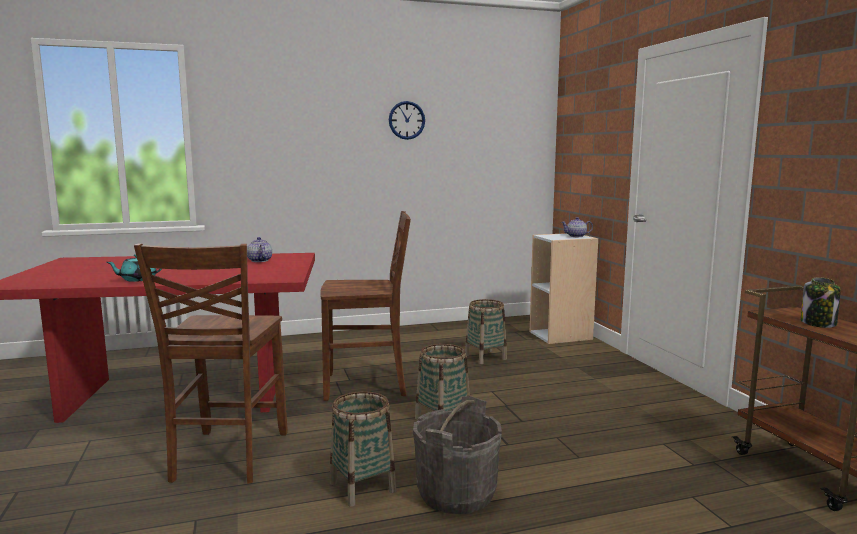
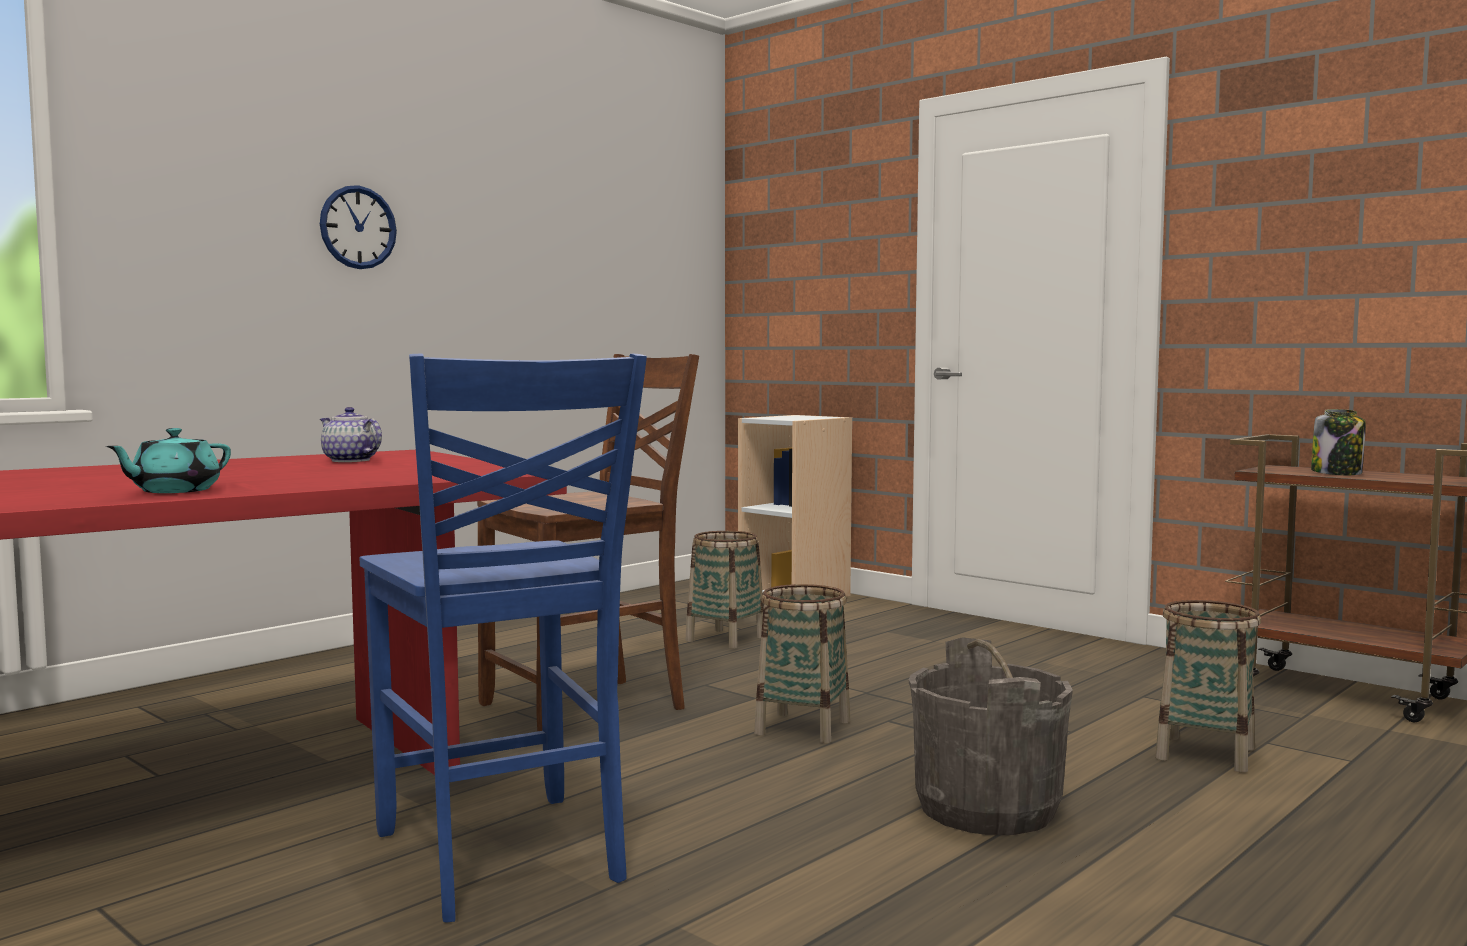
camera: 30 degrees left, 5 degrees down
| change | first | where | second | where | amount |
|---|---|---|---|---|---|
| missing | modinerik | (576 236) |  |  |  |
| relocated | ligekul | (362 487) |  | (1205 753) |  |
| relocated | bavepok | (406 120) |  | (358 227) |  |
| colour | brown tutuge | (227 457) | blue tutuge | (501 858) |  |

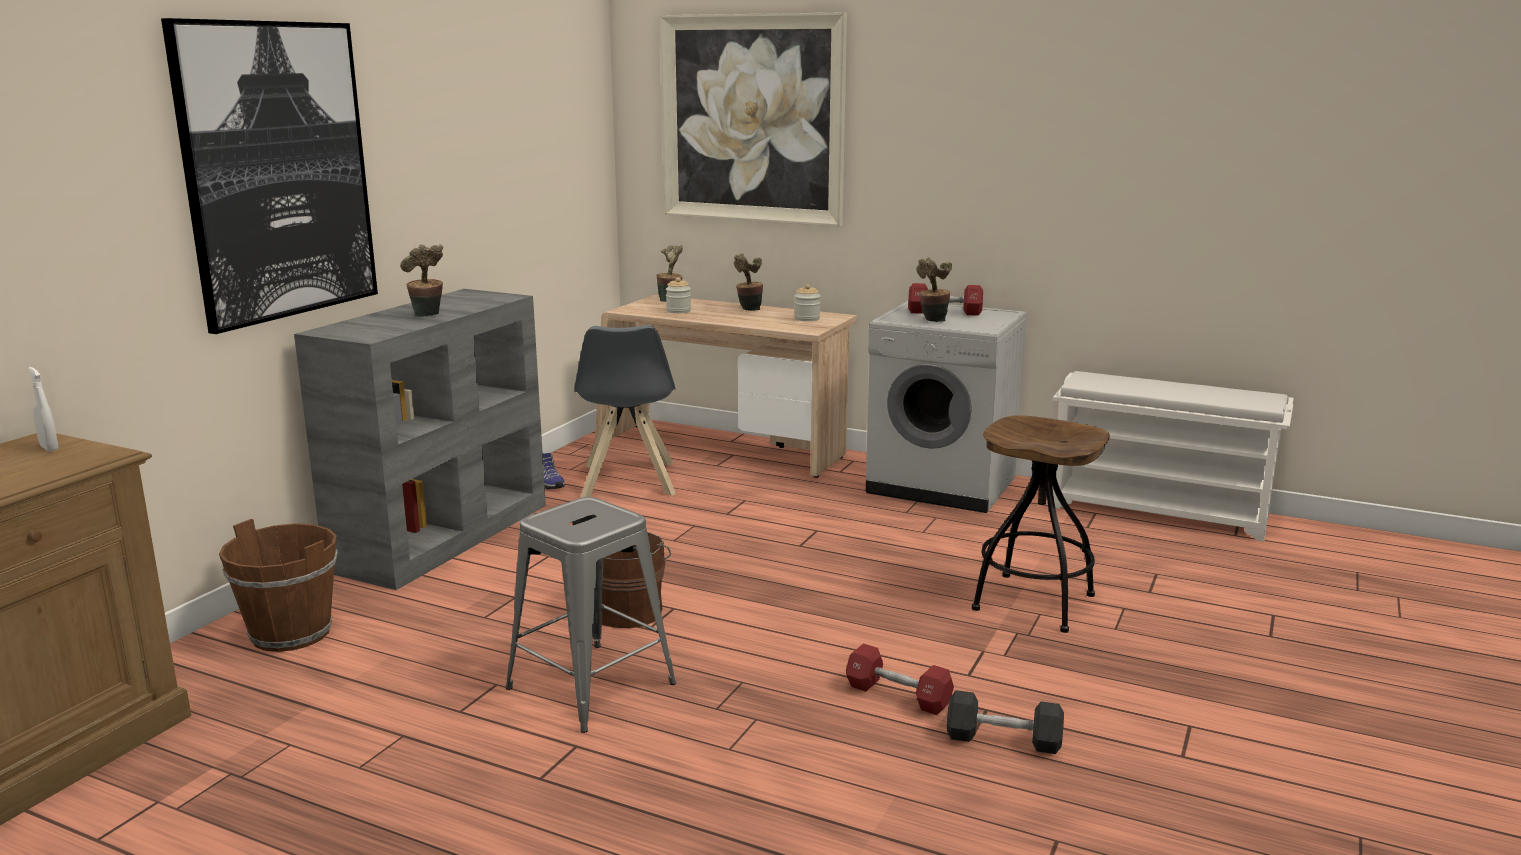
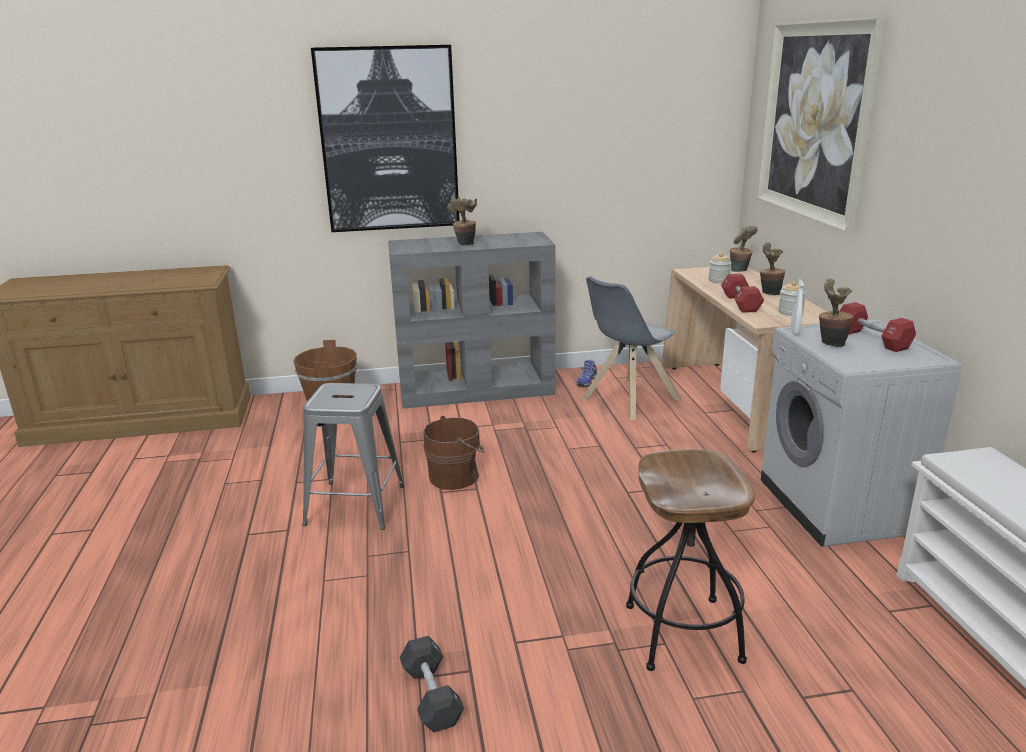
camera: 55 degrees right, 5 degrees up
| change | first | where | second | where | amount |
|---|---|---|---|---|---|
| relocated | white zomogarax | (49 448) |  | (795 331) |  |
| relocated | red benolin | (898 695) |  | (740 303) |  |

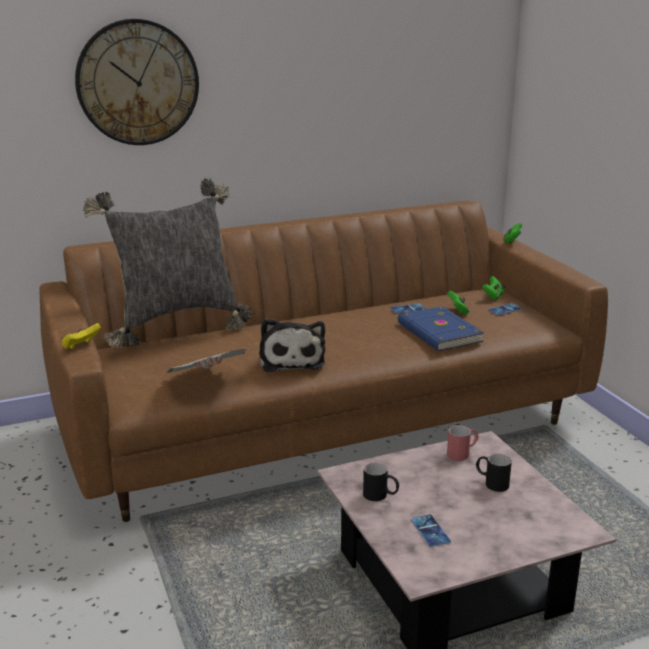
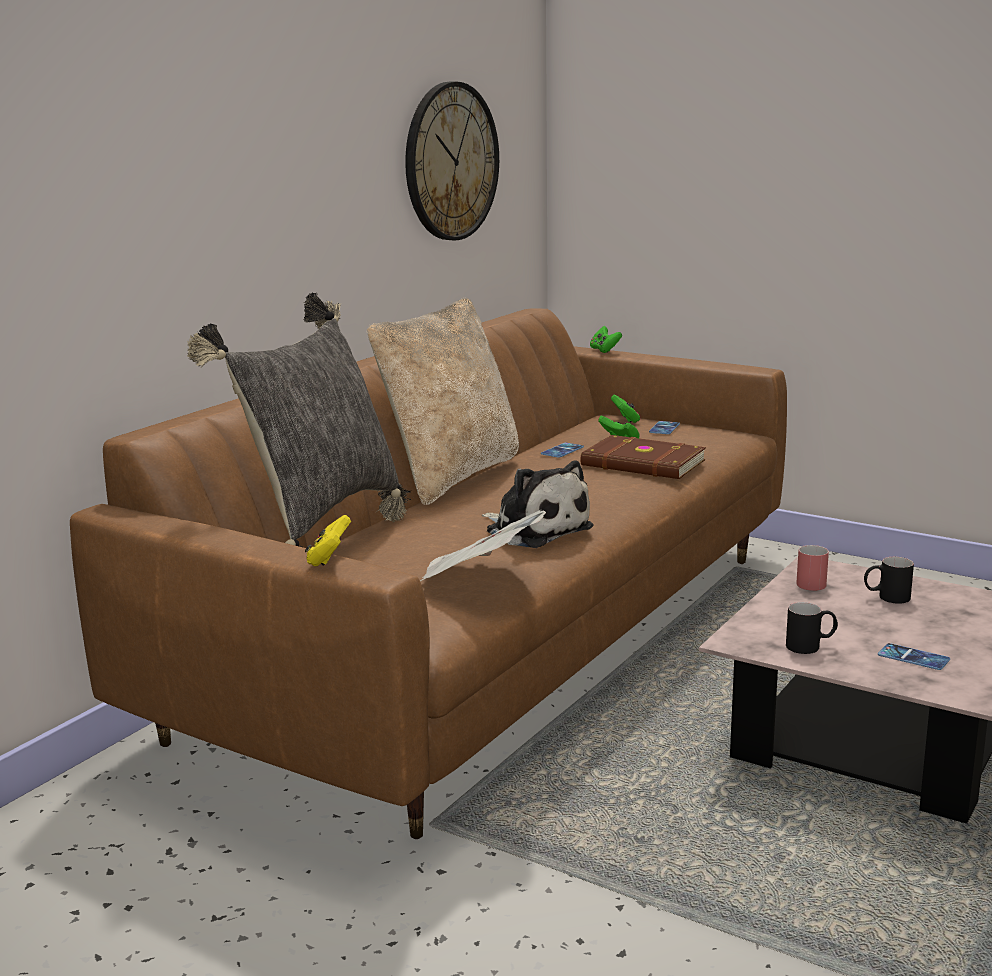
camera: 35 degrees left, 5 degrees down
| change | first | where | second | where | amount |
|---|---|---|---|---|---|
| appeared |  |  | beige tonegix | (453 478) |  |
| relocated | bavepok | (137 83) |  | (451 162) |  |
| colour | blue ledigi | (438 333) | brown ledigi | (643 464) |  |

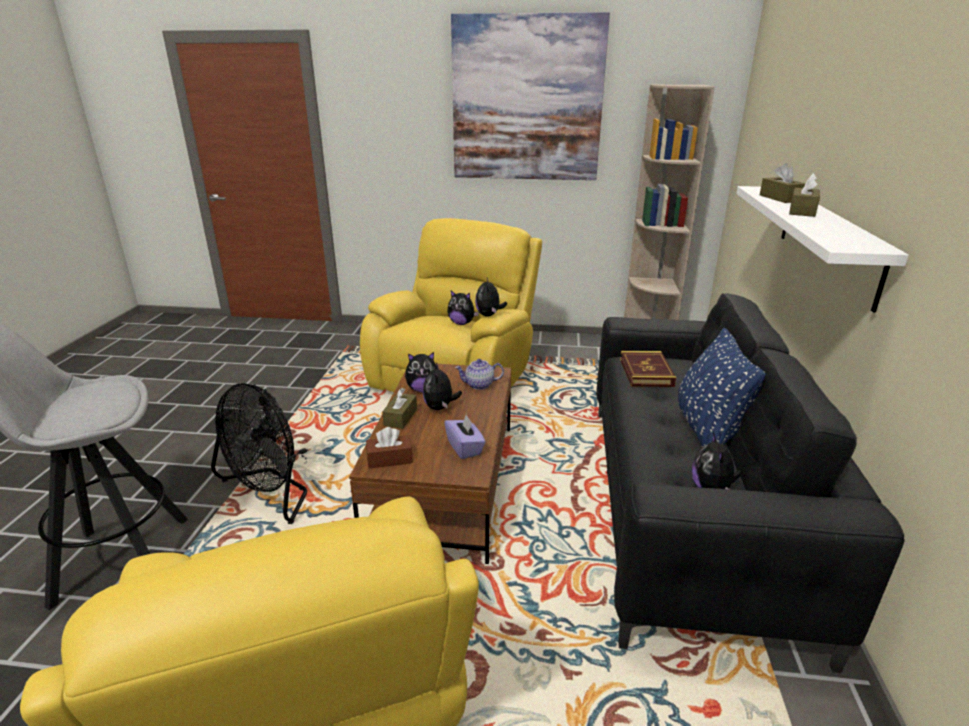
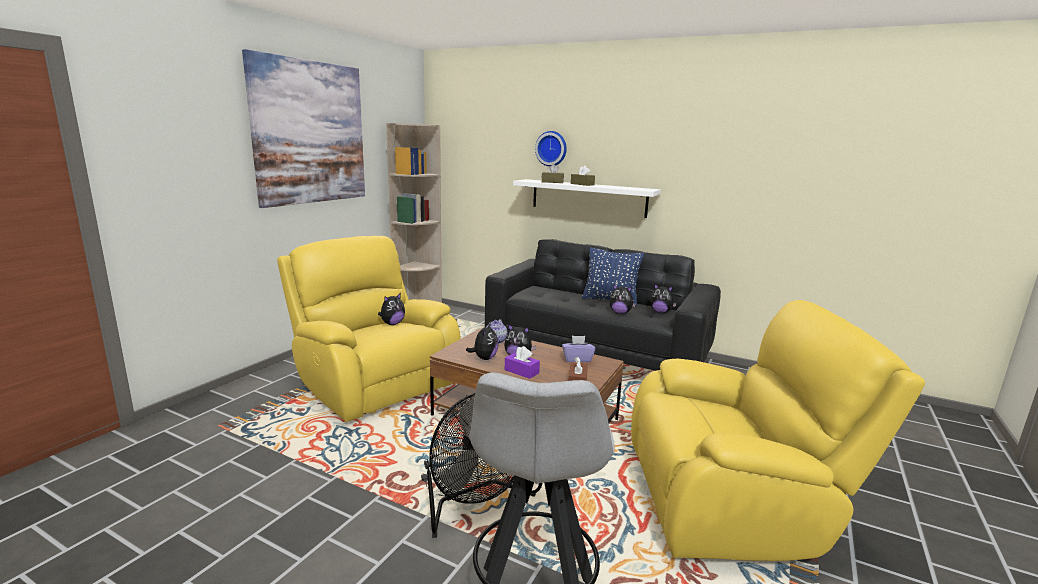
camera: 70 degrees left, 10 degrees down
| change | first | where | second | where | amount |
|---|---|---|---|---|---|
| missing | ledigi | (646 372) |  |  |  |
| appeared |  |  | bavepok | (552 148) |  |
| relocated | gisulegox | (489 315) |  | (620 313) |  |
| colour | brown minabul | (400 417) | purple minabul | (521 371) |  |

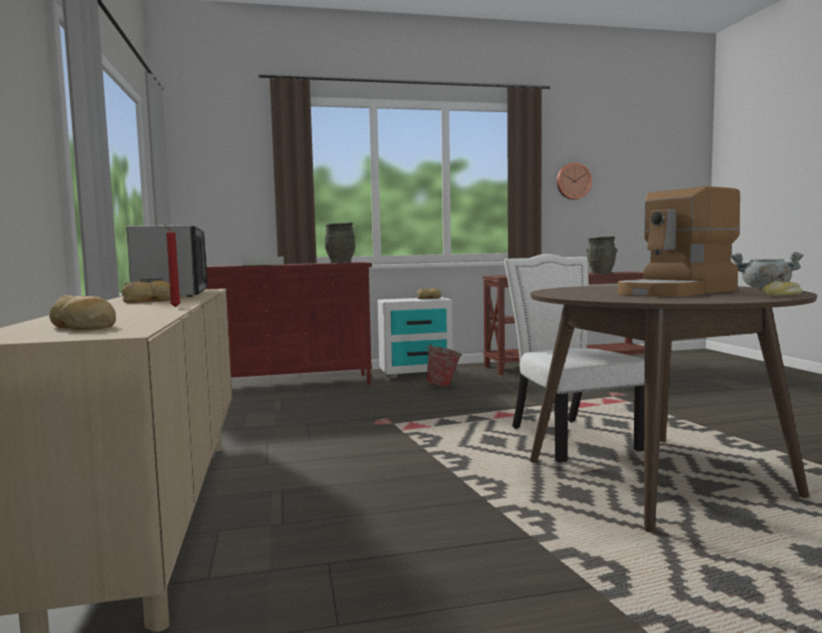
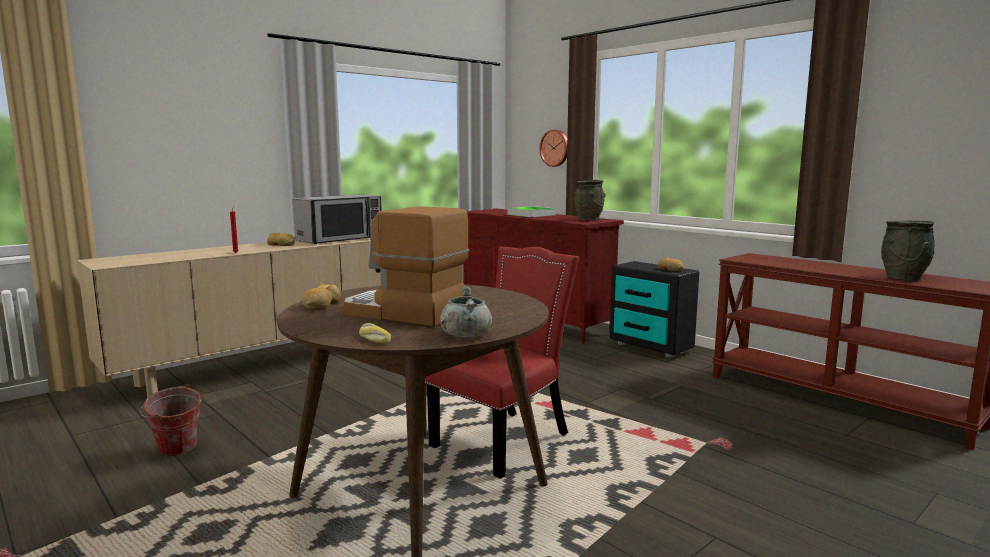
camera: 60 degrees right, 5 degrees up
| change | first | where | second | where | amount |
|---|---|---|---|---|---|
| relocated | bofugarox | (83 327) |  | (321 305) |  |
| relocated | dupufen | (444 386) |  | (176 452) |  |
| relocated | bavepok | (573 181) |  | (555 148) |  |
| colour | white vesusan | (416 374) | black vesusan | (650 348) |  |
| colour | white tutuge | (572 440) | red tutuge | (501 442) |  |

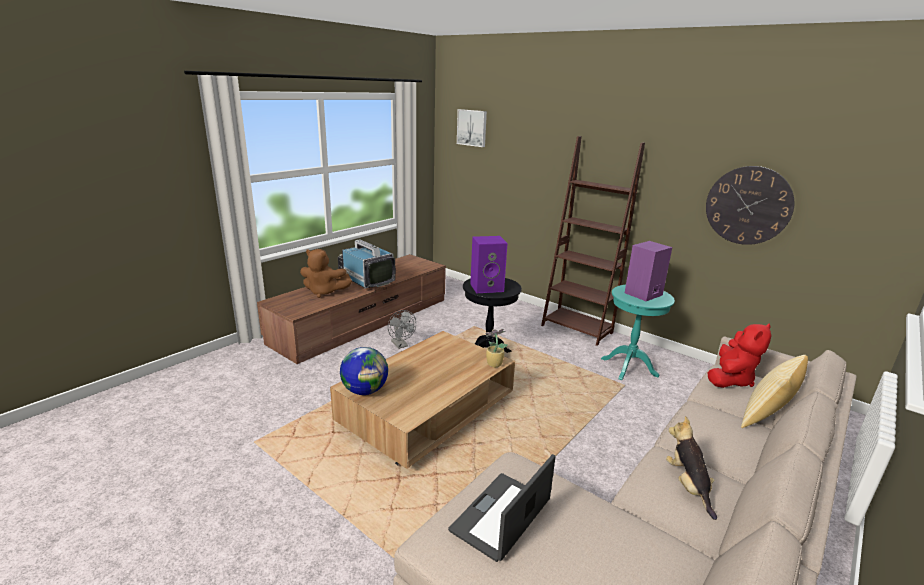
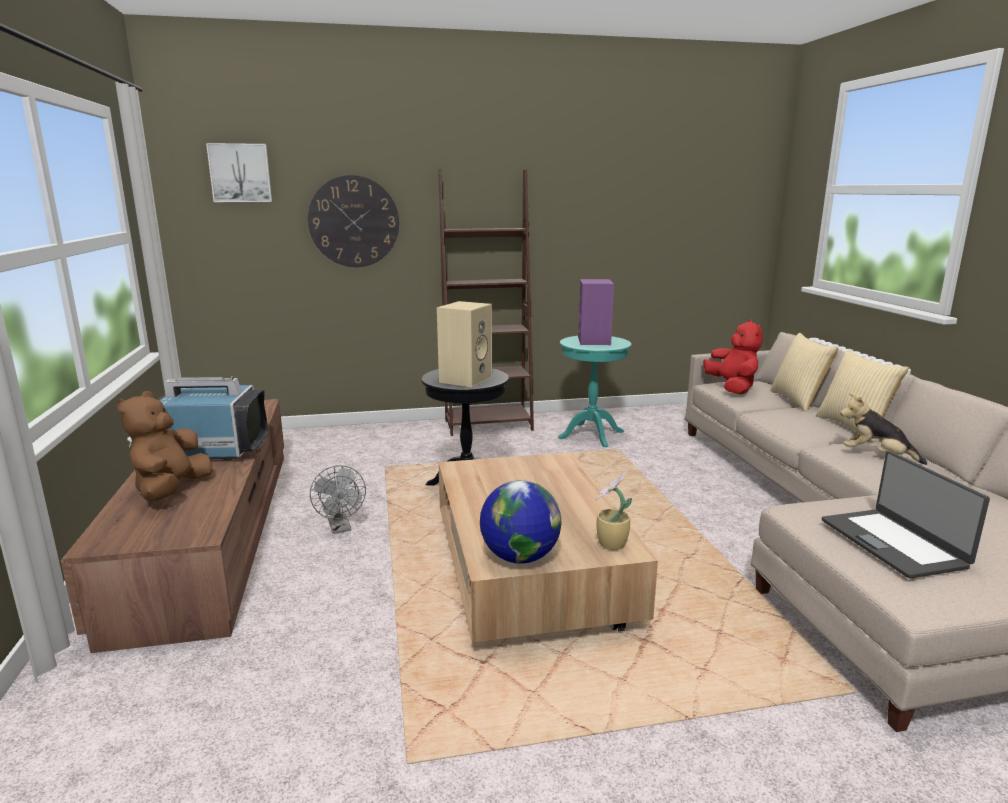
camera: 50 degrees left, 5 degrees down
| change | first | where | second | where | amount |
|---|---|---|---|---|---|
| appeared |  |  | tonegix | (854 427) |  |
| relocated | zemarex | (493 364) |  | (611 544) |  |
| relocated | bavepok | (748 205) |  | (354 221) |  |
| colour | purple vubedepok | (487 287) | beige vubedepok | (465 379) |  |
| spun | brown gisulegox | (324 292) |  | (171 491) | 135 degrees clockwise |
| spun | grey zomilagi | (401 345) |  | (341 528) | 60 degrees clockwise |

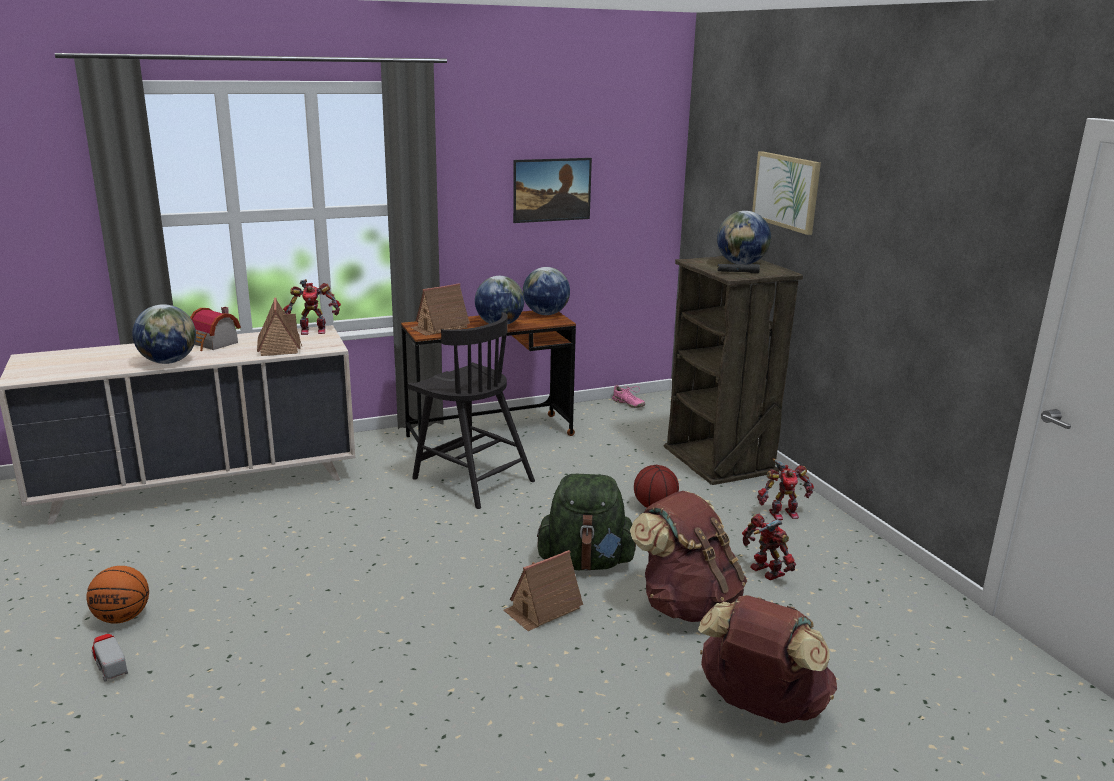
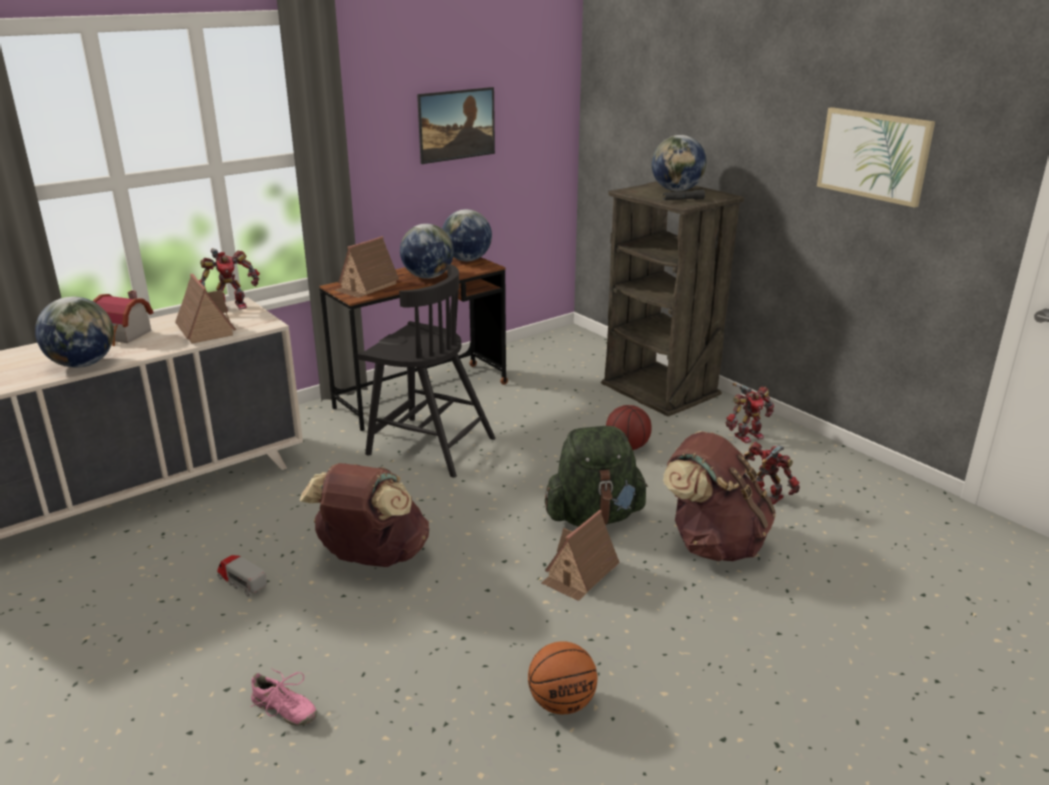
camera: 15 degrees left, 5 degrees up
| change | first | where | second | where | amount |
|---|---|---|---|---|---|
| relocated | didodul | (122 617) |  | (561 703) |  |
| relocated | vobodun | (110 664) |  | (242 582) |  |
| relocated | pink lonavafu | (628 404) |  | (284 710) |  |
| relocated | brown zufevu | (760 707) |  | (371 558) |  |
| relocated | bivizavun | (786 191) |  | (874 155) |  |

